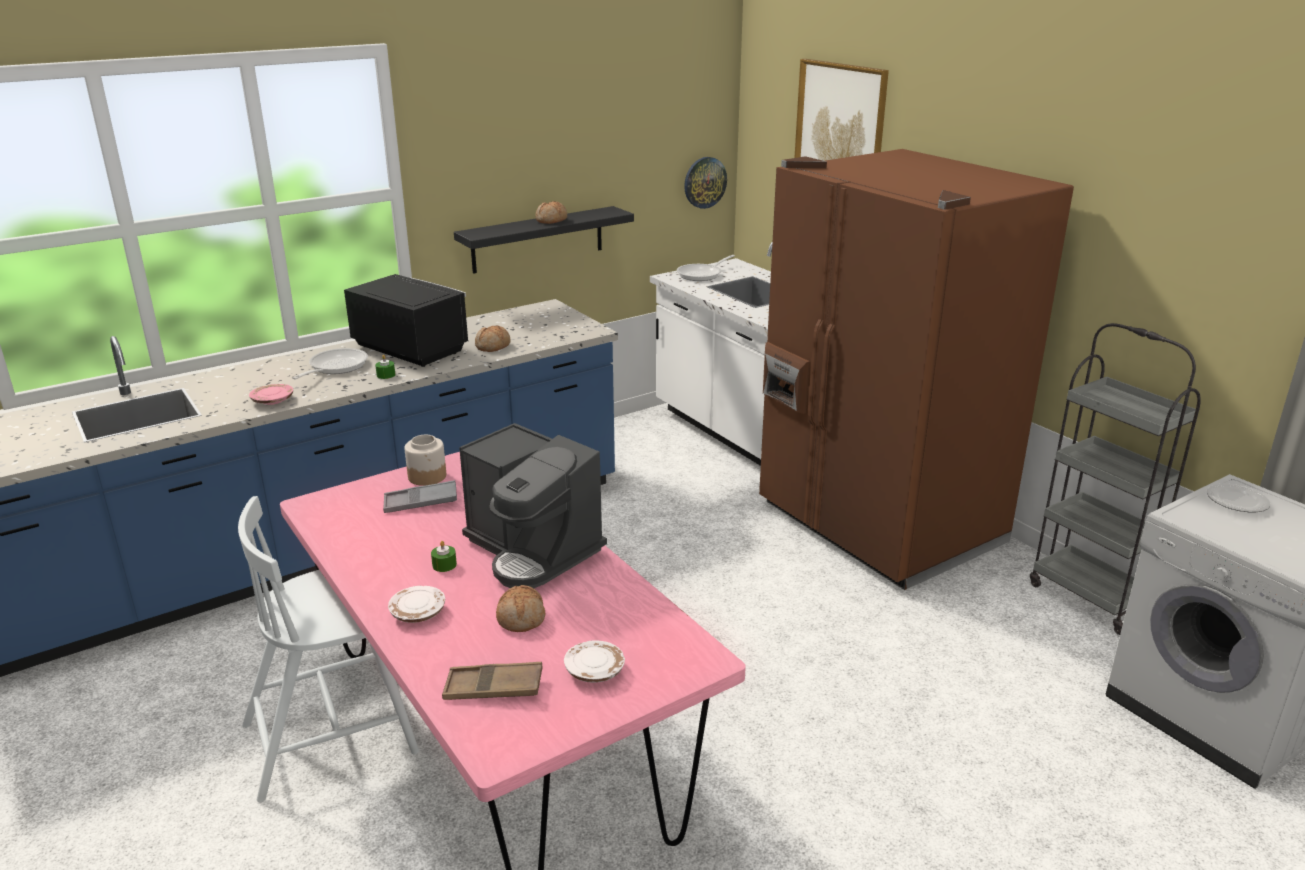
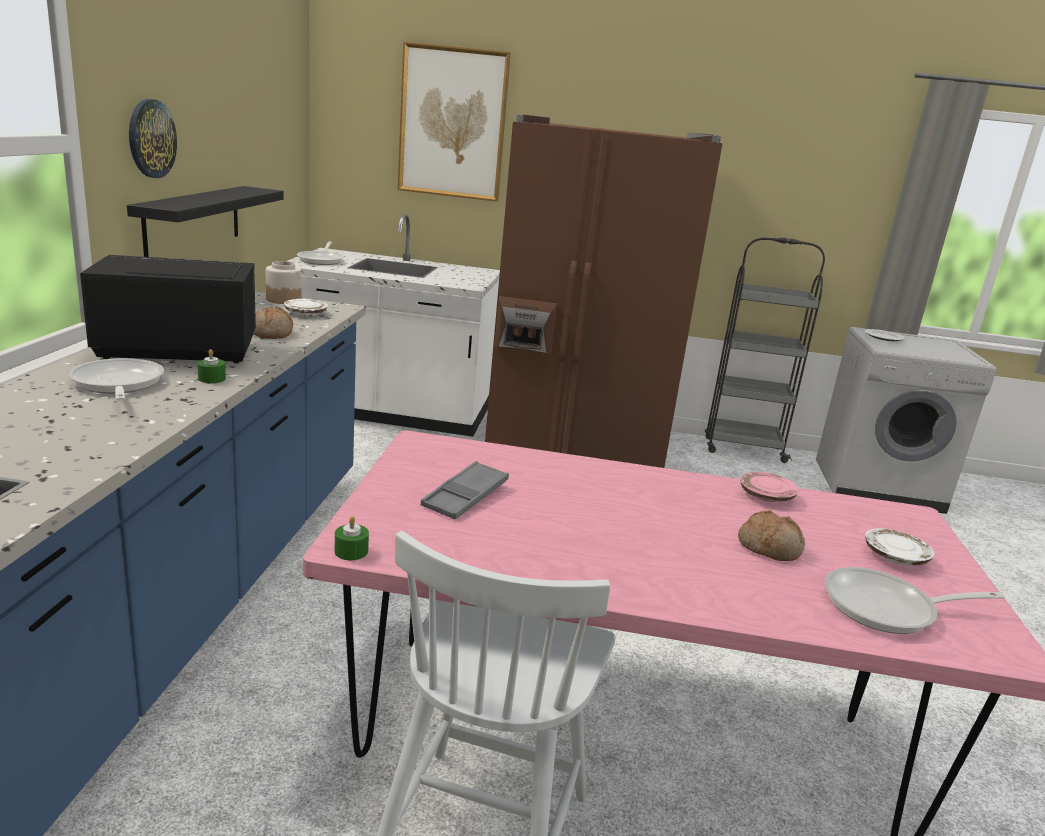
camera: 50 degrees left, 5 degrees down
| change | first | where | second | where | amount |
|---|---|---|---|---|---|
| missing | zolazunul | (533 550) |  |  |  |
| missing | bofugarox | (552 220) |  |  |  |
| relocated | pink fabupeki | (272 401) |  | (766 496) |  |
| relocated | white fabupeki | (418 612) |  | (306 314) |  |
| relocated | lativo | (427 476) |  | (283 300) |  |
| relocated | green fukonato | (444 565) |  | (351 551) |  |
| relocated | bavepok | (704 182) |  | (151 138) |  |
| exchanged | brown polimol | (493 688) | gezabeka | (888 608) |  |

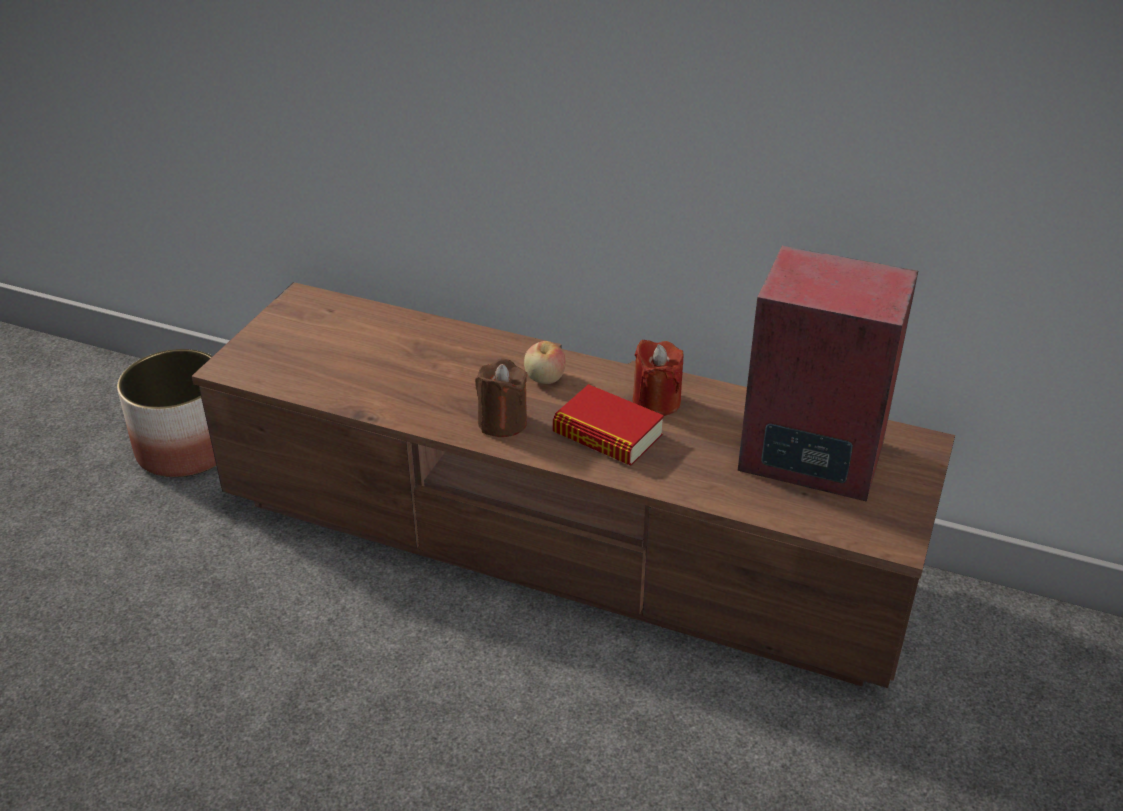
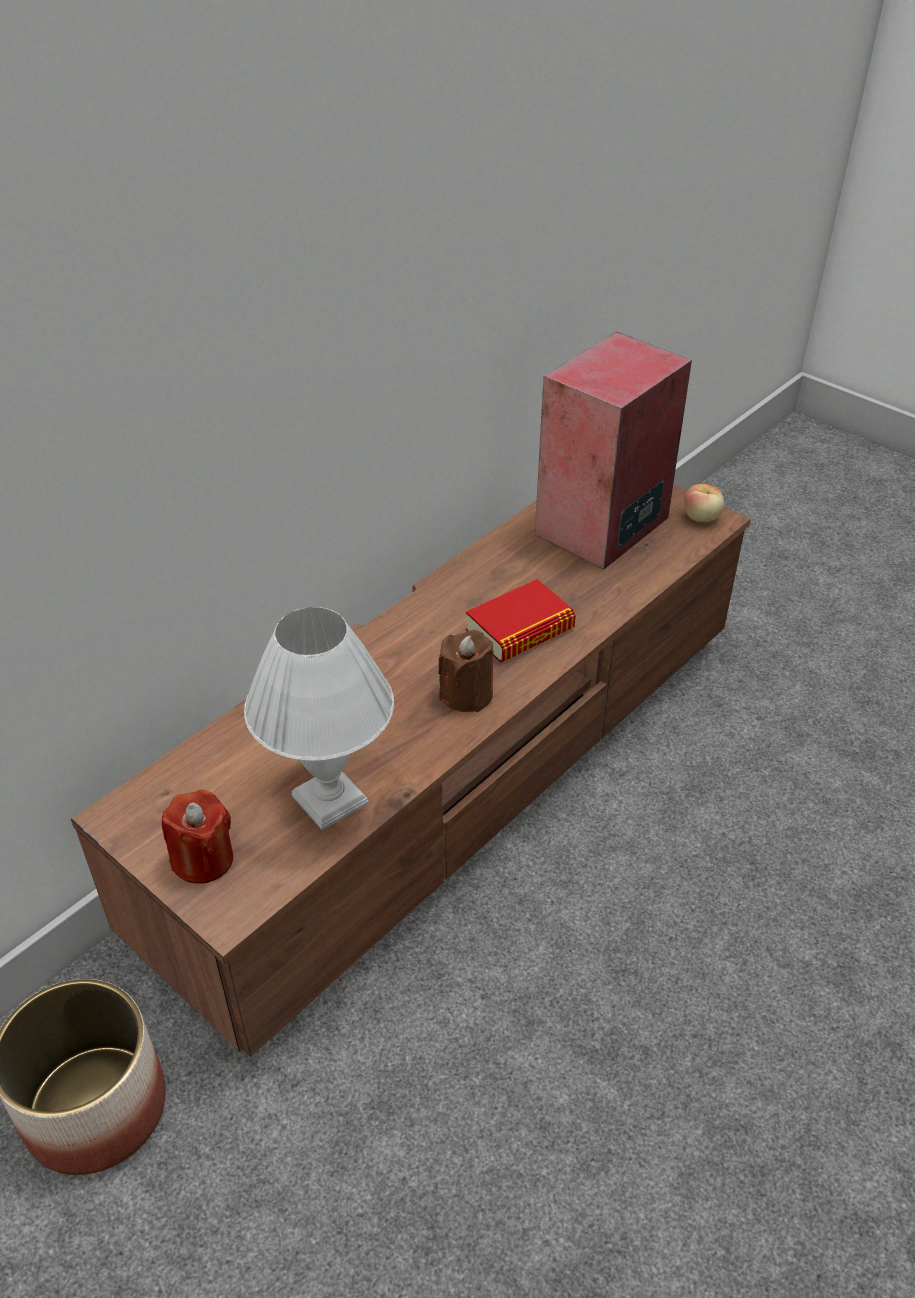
camera: 70 degrees left, 5 degrees up
| change | first | where | second | where | amount |
|---|---|---|---|---|---|
| appeared |  |  | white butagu | (331 798) |  |
| relocated | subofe | (544 378) |  | (701 517) |  |
| relocated | red fukonato | (656 402) |  | (203 859) |  |

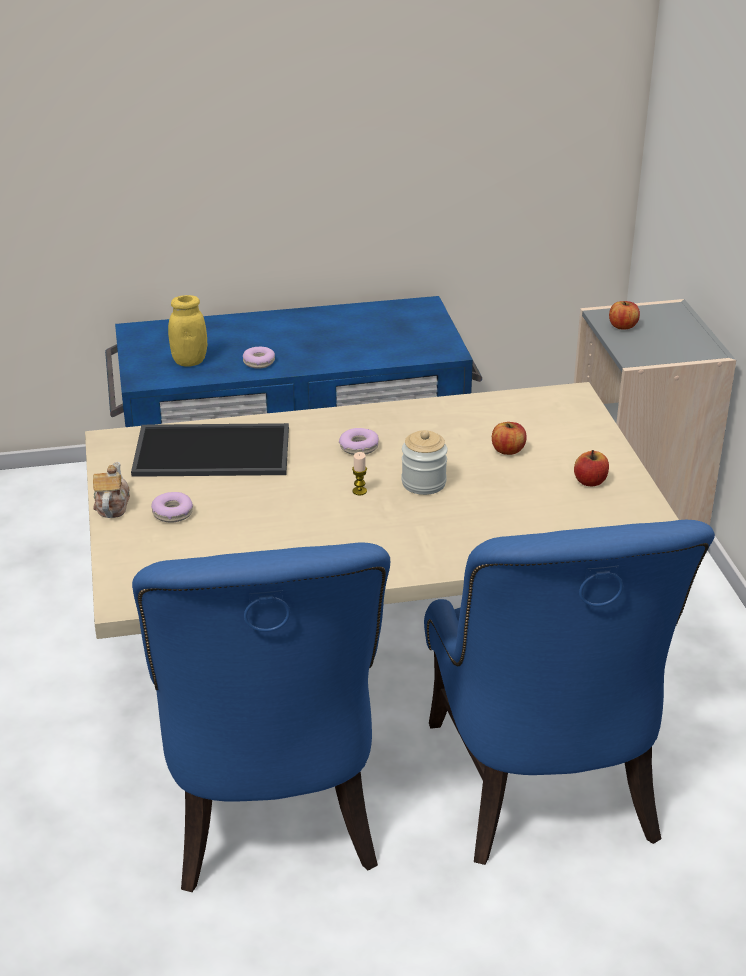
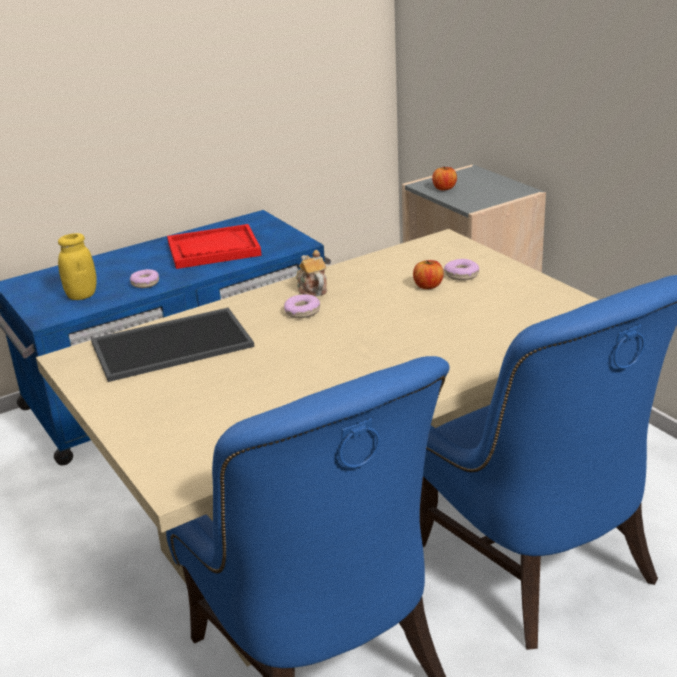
camera: 20 degrees left, 5 degrees down
| change | first | where | second | where | amount |
|---|---|---|---|---|---|
| missing | fukonato | (359 491) |  |  |  |
| missing | lativo | (423 483) |  |  |  |
| missing | subofe | (590 481) |  |  |  |
| appeared |  |  | red polimol | (213 249) |  |
| relocated | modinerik | (112 505) |  | (311 289) |  |
| relocated | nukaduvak | (172 513) |  | (461 275) |  |

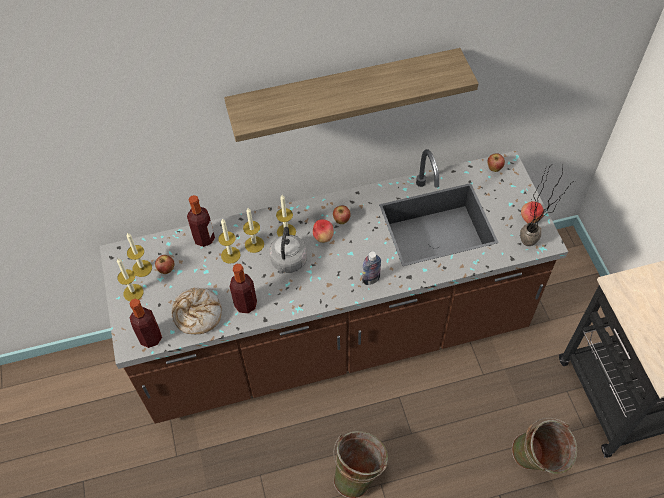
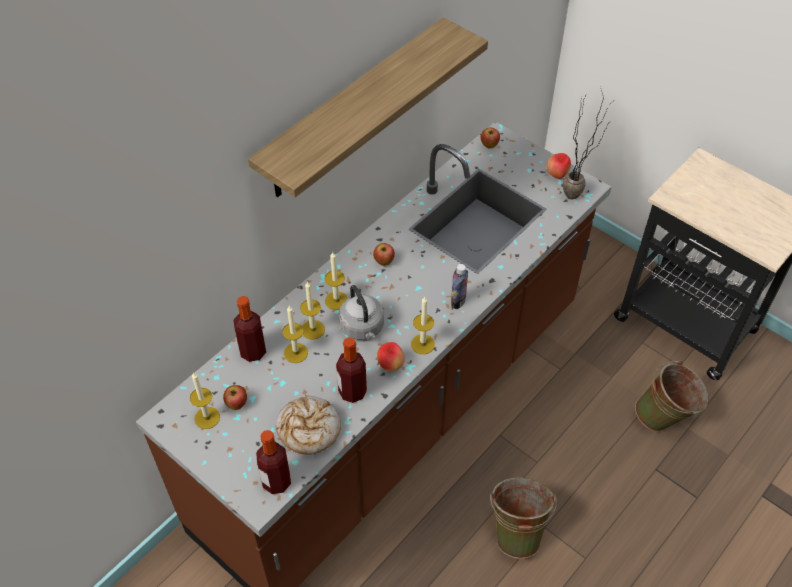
camera: 35 degrees left, 5 degrees down
| change | first | where | second | where | amount |
|---|---|---|---|---|---|
| relocated | fukonato | (133 292) |  | (422 344) |  |
| relocated | subofe | (323 237) |  | (390 365) |  |

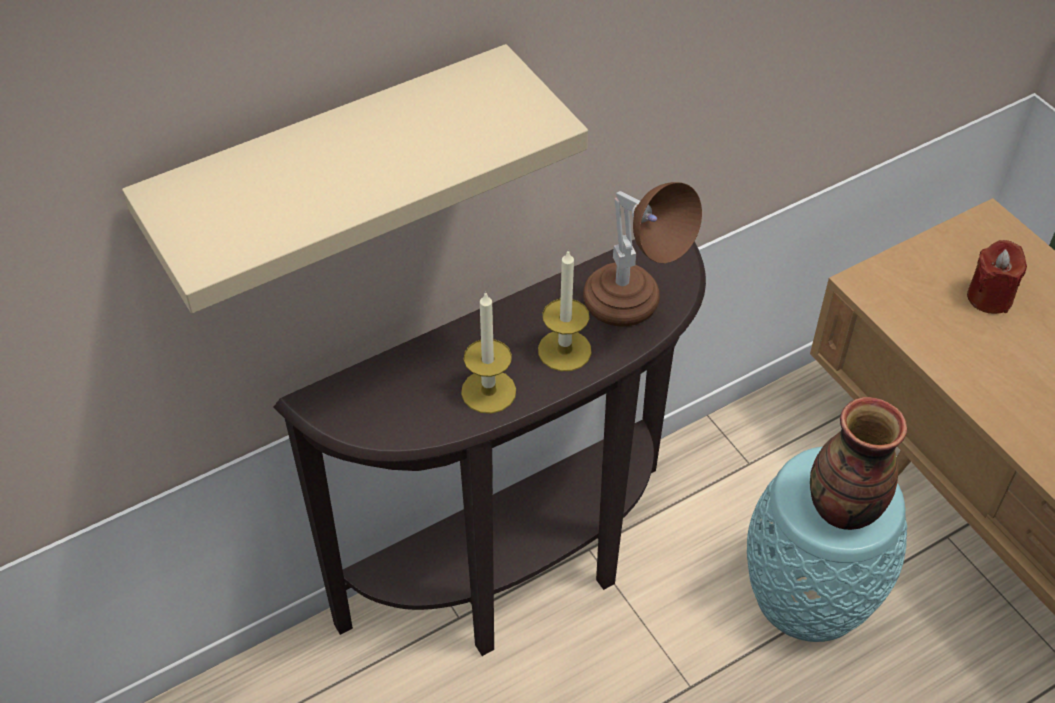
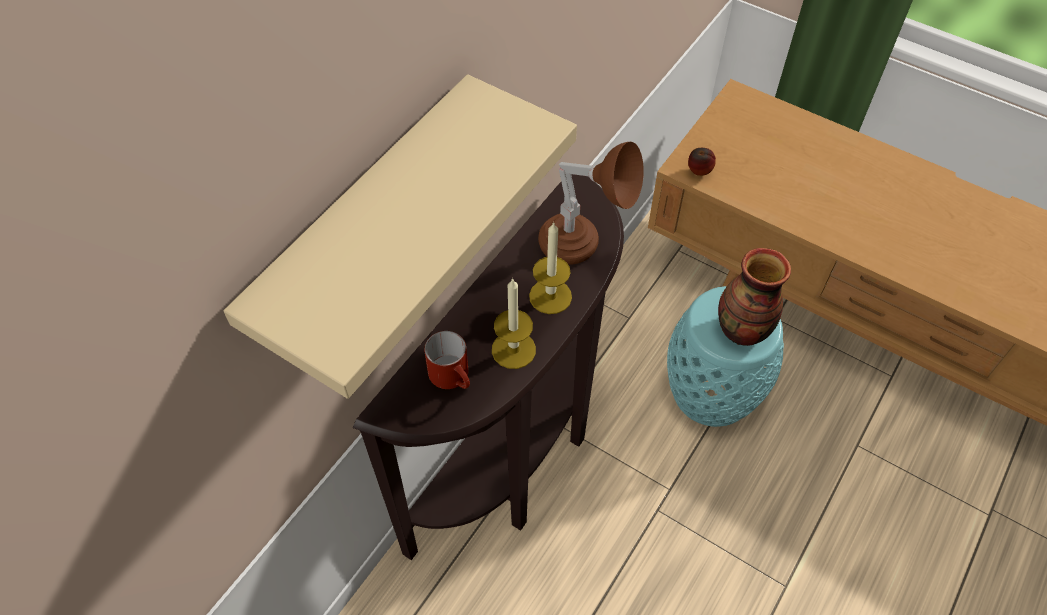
camera: 25 degrees left, 5 degrees up
| change | first | where | second | where | amount |
|---|---|---|---|---|---|
| missing | red fukonato | (989 297) |  |  |  |
| appeared |  |  | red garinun | (454 377) |  |
| appeared |  |  | subofe | (698 172) |  |

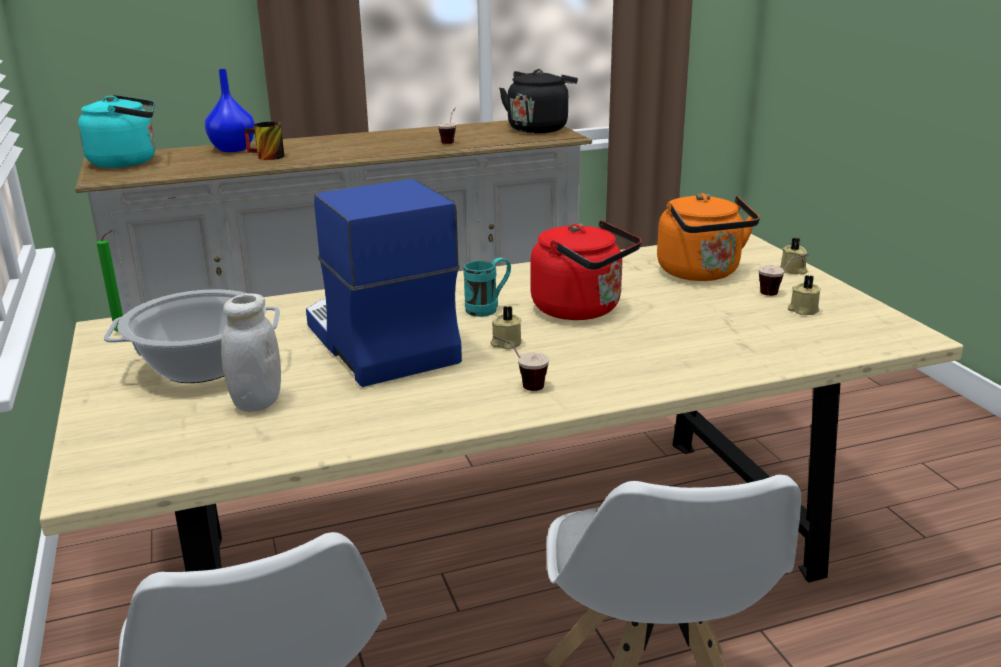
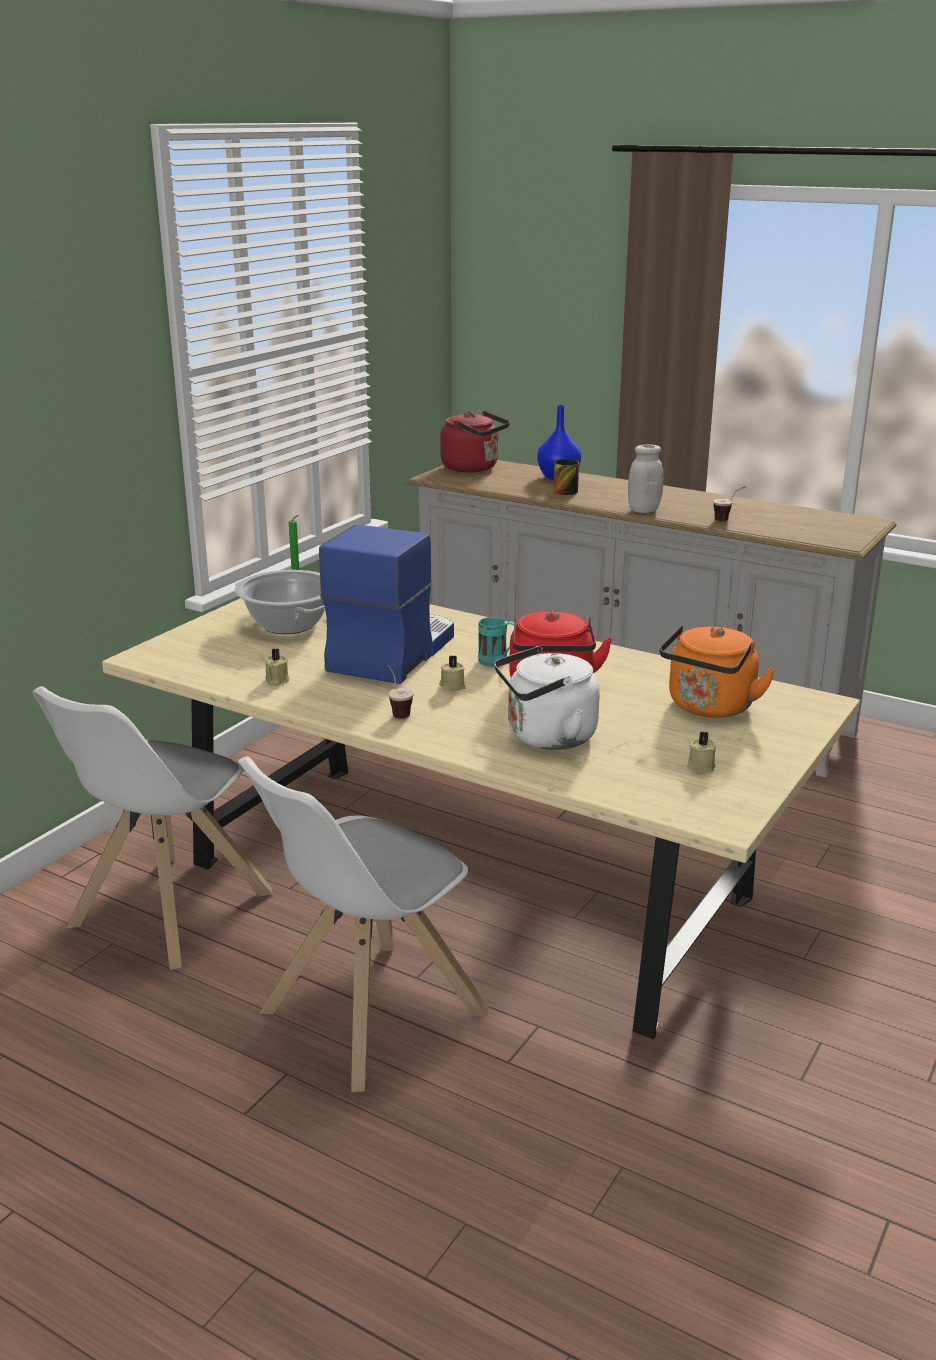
camera: 50 degrees right, 0 degrees up
| change | first | where | second | where | amount |
|---|---|---|---|---|---|
| missing | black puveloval | (539 128) |  |  |  |
| missing | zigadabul | (779 293) |  |  |  |
| appeared |  |  | white puveloval | (546 737) |  |
| relocated | white lativo | (257 402) |  | (643 510) |  |
| relocated | beige fukonato | (793 271) |  | (276 680) |  |
| colour | turquoise puveloval | (128 162) | red puveloval | (473 468) |  |

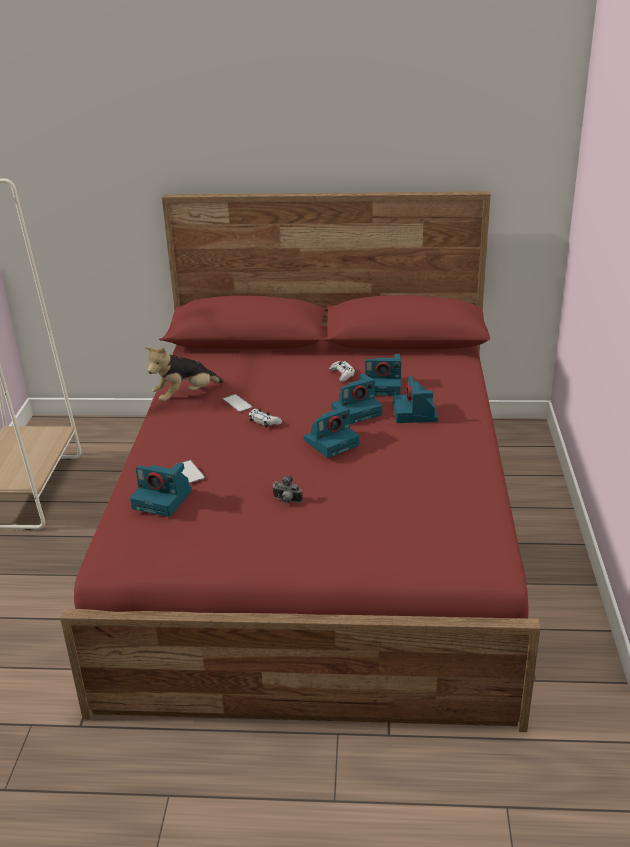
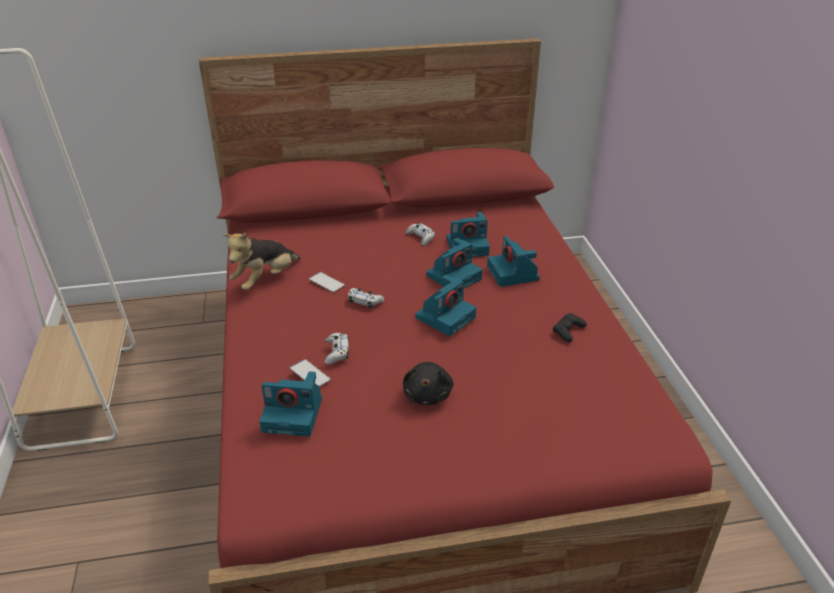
camera: 15 degrees left, 5 degrees up
| change | first | where | second | where | amount |
|---|---|---|---|---|---|
| appeared |  |  | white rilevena | (337 352) |  |
| appeared |  |  | black rilevena | (568 331) |  |
| exchanged | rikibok | (286 501) | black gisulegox | (428 394) |  |

